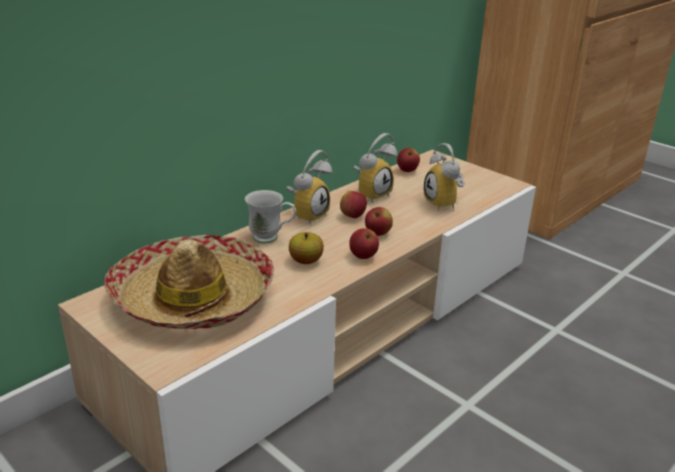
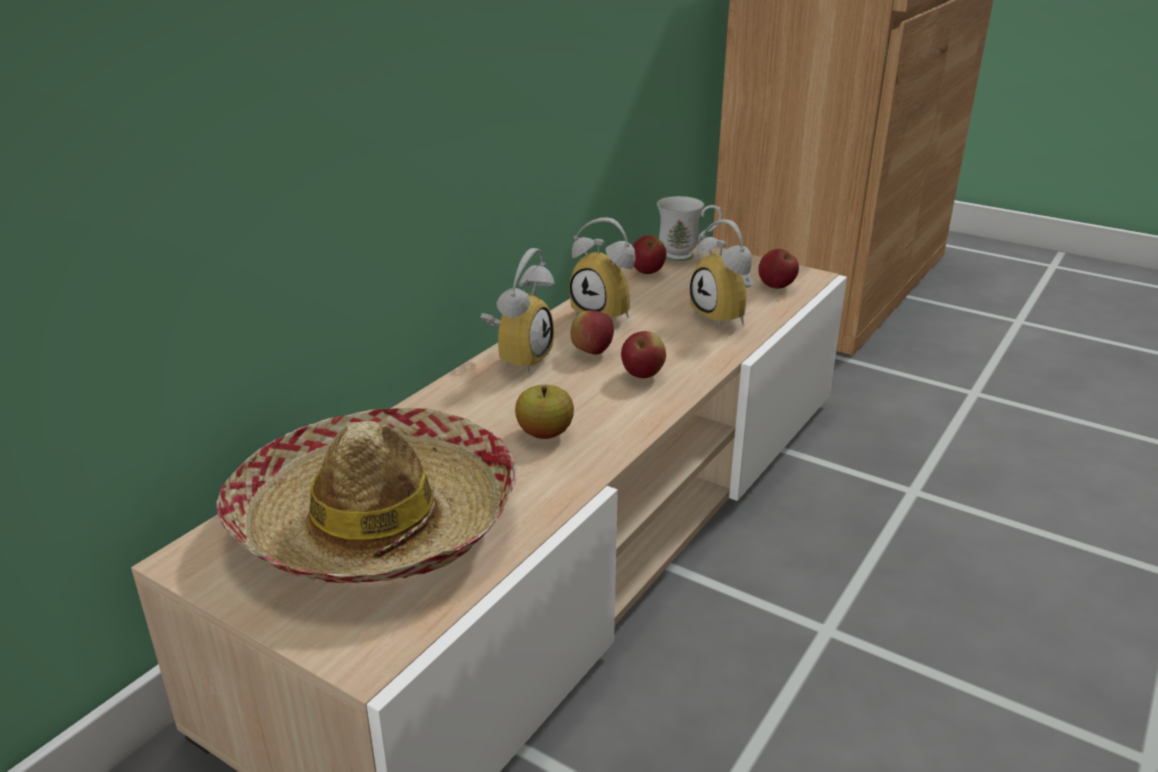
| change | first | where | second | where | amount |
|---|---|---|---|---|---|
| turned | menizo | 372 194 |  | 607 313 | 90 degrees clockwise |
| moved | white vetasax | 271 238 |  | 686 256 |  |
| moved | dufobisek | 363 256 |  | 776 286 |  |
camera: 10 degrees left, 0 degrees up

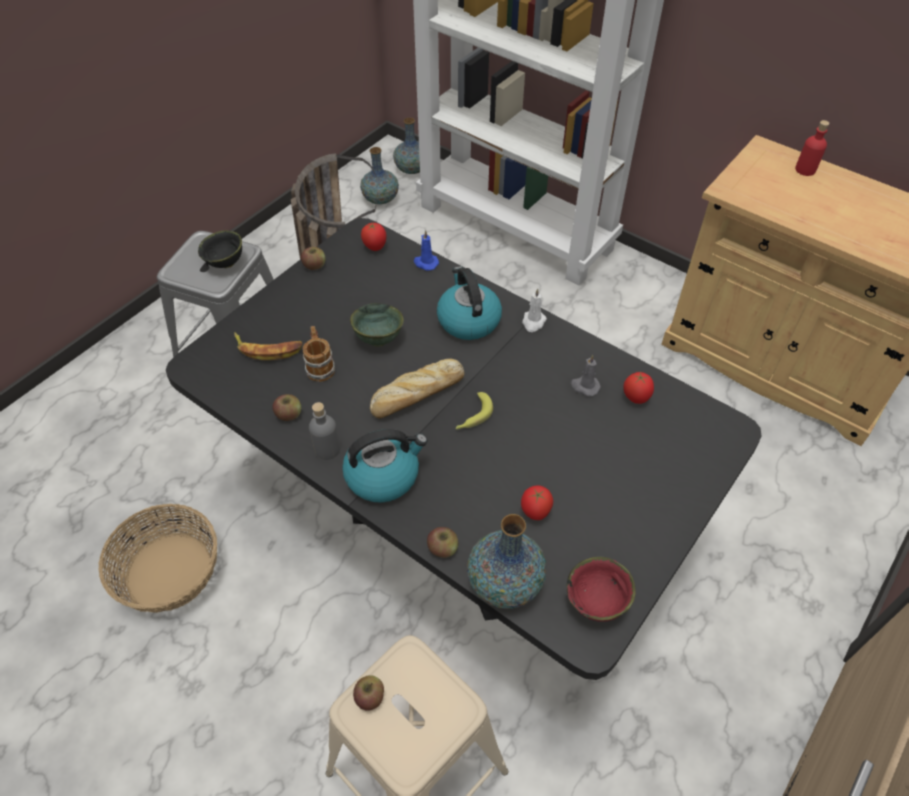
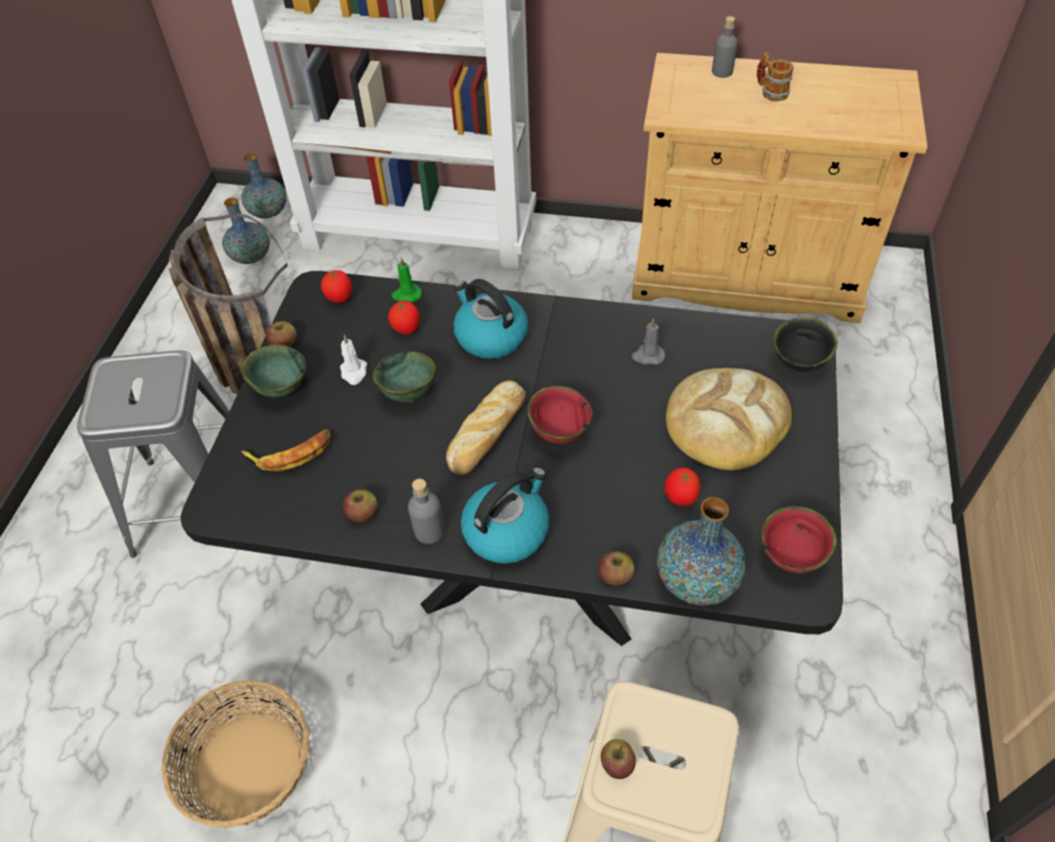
| change | first | where | second | where | amount |
|---|---|---|---|---|---|
| added |  |  | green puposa | 280 387 |  |
| moved | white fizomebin | 533 322 |  | 354 372 |  |
| moved | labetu | 636 398 |  | 407 330 |  |
| recoloured | blue fizomebin | 425 263 | green fizomebin | 406 295 |  |
| replaced | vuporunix | 473 416 | red puposa | 559 431 |  |
| added |  |  | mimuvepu | 726 422 |  |
| recoloured | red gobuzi | 805 170 | grey gobuzi | 722 72 |  |
| moved | vetasax | 320 366 |  | 770 91 |  |
| moved | black puposa | 226 264 |  | 800 363 |  |
camera: 25 degrees left, 0 degrees up

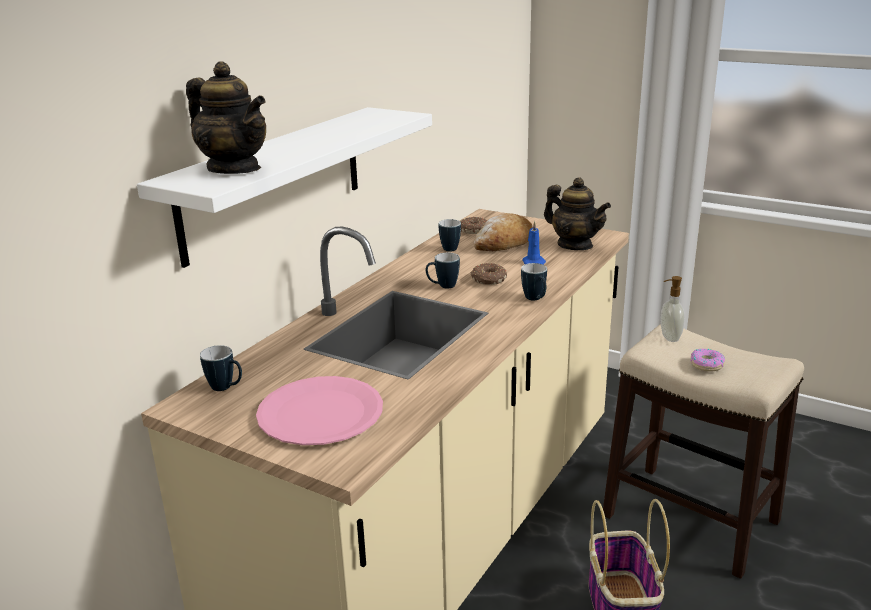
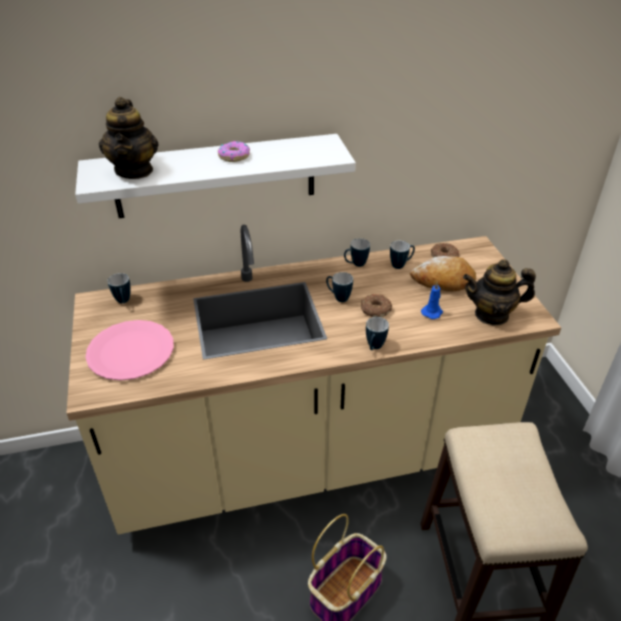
| change | first | where | second | where | amount |
|---|---|---|---|---|---|
| moved | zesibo | 706 364 |  | 234 156 |  |
| added |  |  | vetasax | 355 264 |  |
| turned | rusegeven | 575 245 |  | 492 314 | 90 degrees clockwise |
| removed | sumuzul | 669 337 |  |  |  |
camera: 45 degrees right, 15 degrees up

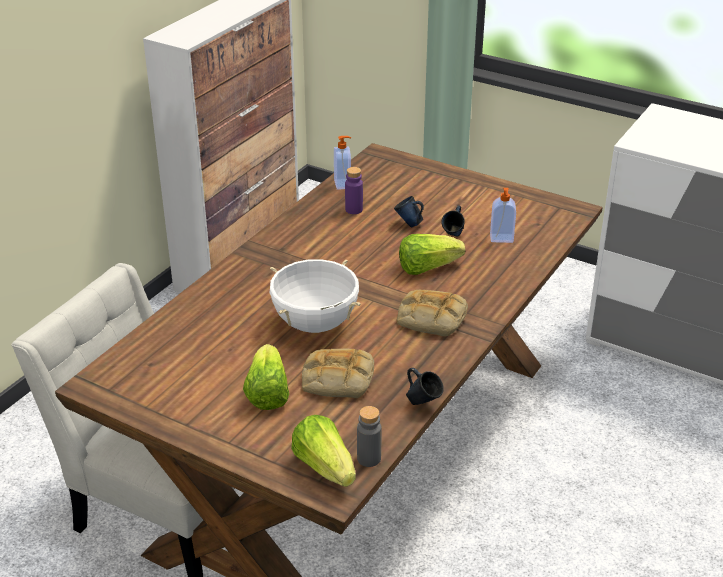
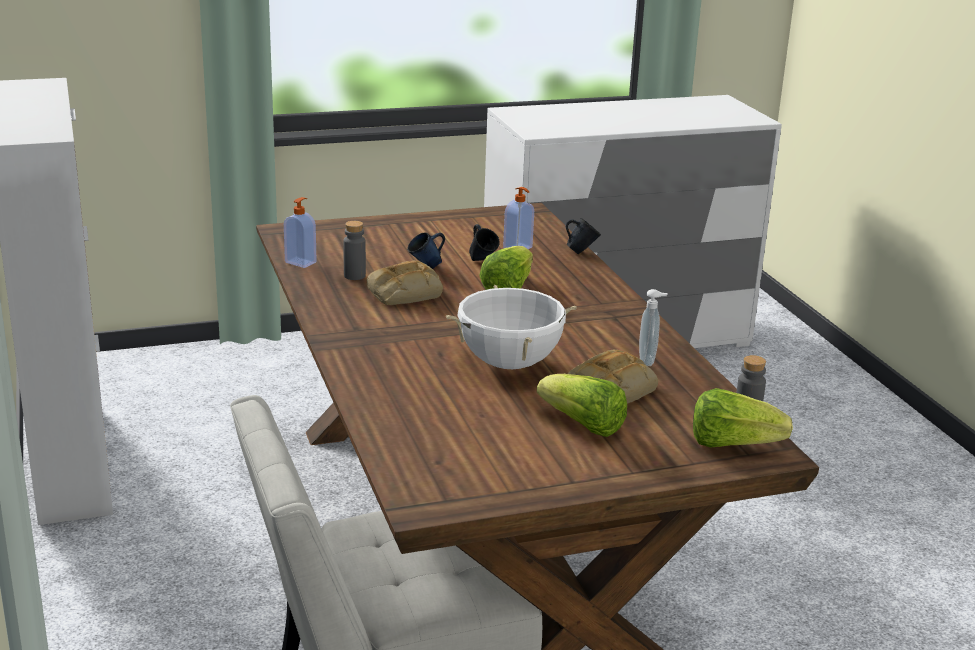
| change | first | where | second | where | amount |
|---|---|---|---|---|---|
| recoloured | purple gobuzi | 354 210 | grey gobuzi | 354 276 |  |
| moved | mimuvepu | 430 318 |  | 404 293 |  |
| moved | blue vetasax | 423 403 |  | 581 252 |  |
| added |  |  | sumuzul | 648 361 |  |
camera: 50 degrees left, 10 degrees down

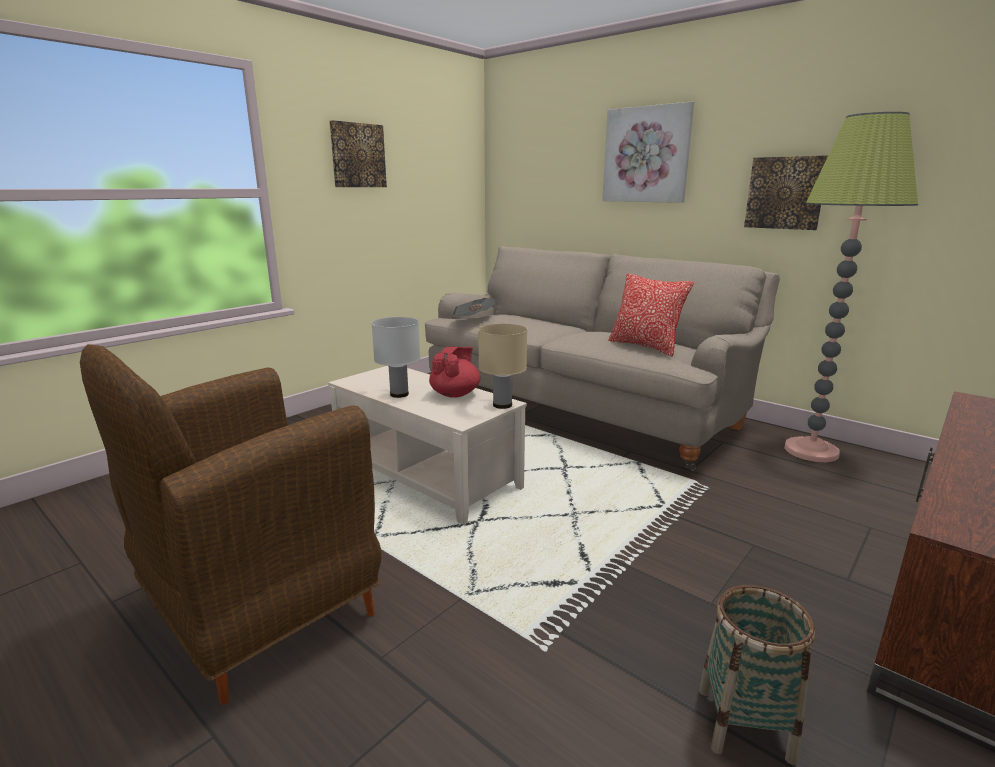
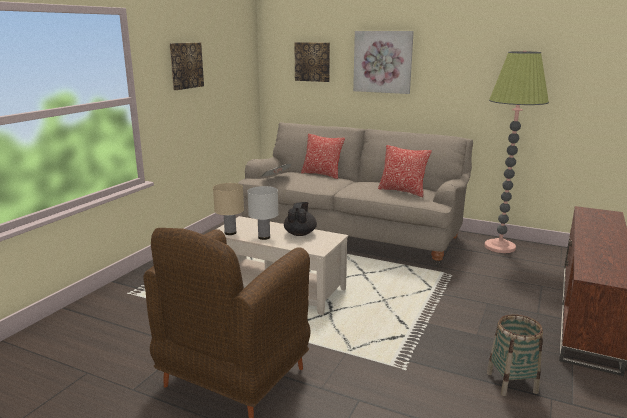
| change | first | where | second | where | amount |
|---|---|---|---|---|---|
| moved | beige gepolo | 502 405 |  | 230 232 |  |
| recoloured | red rusegeven | 455 394 | black rusegeven | 300 233 |  |
| moved | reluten | 785 193 |  | 312 62 |  |
| added |  |  | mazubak | 322 174 |  |
camera: 15 degrees left, 0 degrees up

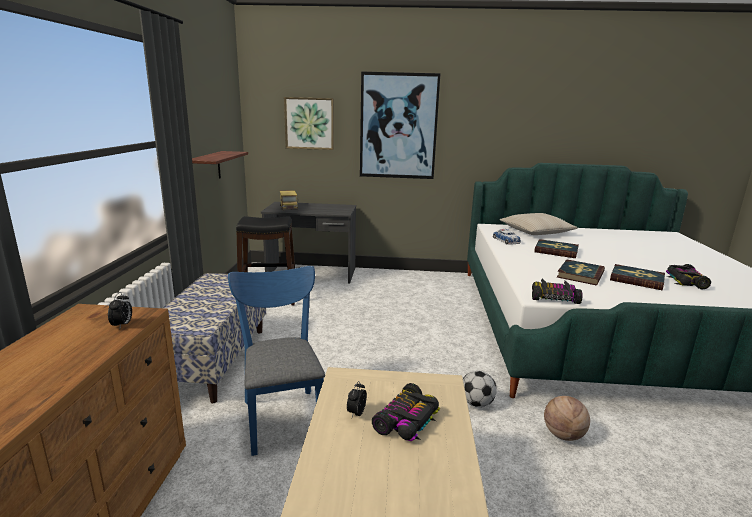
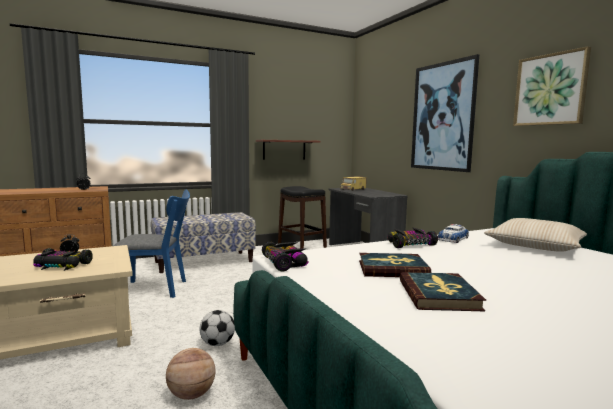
| change | first | where | second | where | amount |
|---|---|---|---|---|---|
| turned | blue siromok | 282 414 |  | 157 289 | 45 degrees clockwise |
| moved | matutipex | 685 281 |  | 410 244 |  |
| moved | reluten | 309 123 |  | 550 90 |  |
| removed | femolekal | 556 251 |  |  |  |
camera: 60 degrees right, 10 degrees down

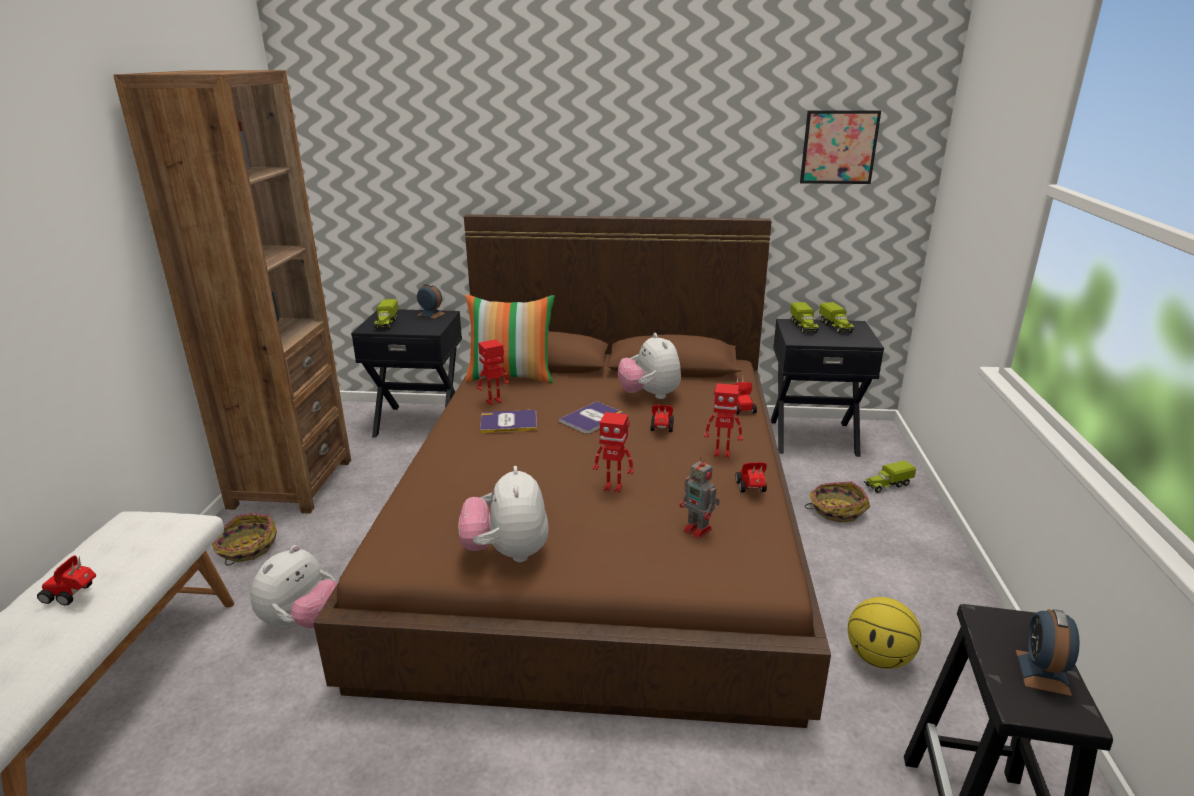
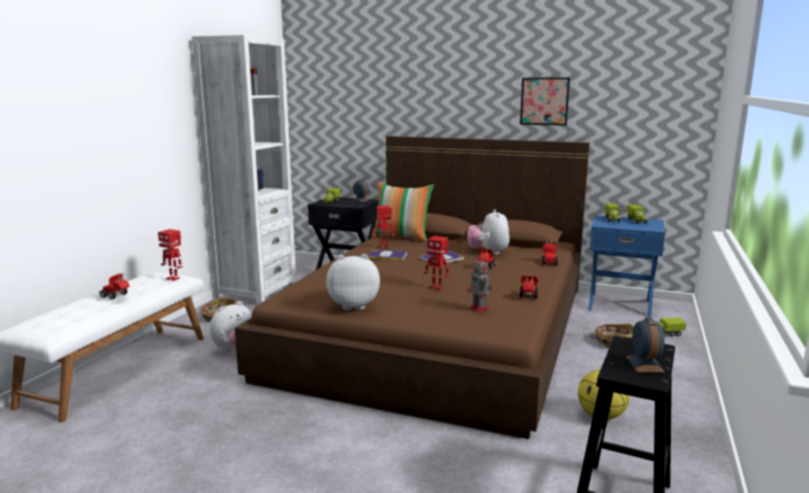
| change | first | where | second | where | amount |
|---|---|---|---|---|---|
| moved | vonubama | 722 453 |  | 173 278 |  |
| recoloured | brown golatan | 291 483 | white golatan | 256 292 |  |
| turned | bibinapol | 507 553 |  | 353 305 | 75 degrees clockwise |
| moved | reluten | 839 147 |  | 544 101 |  |
| recoloured | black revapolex | 813 436 | blue revapolex | 620 304 |  |
| turned | menizo | 1042 672 |  | 645 364 | 150 degrees clockwise |
camera: 15 degrees right, 10 degrees down

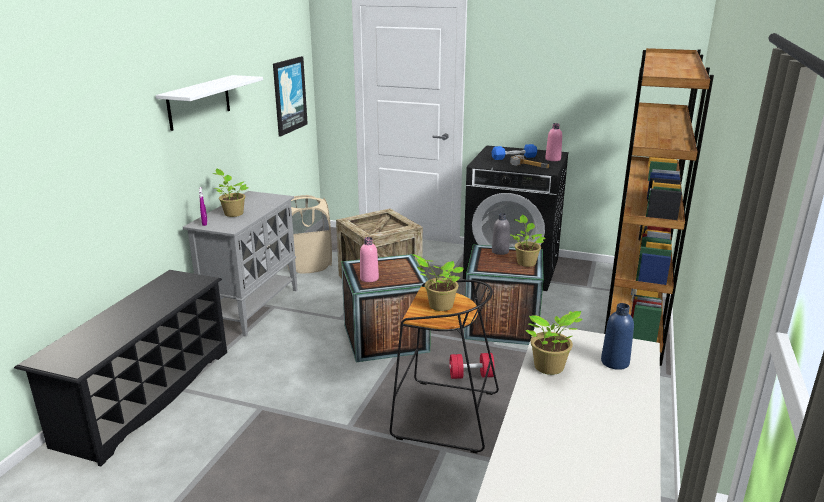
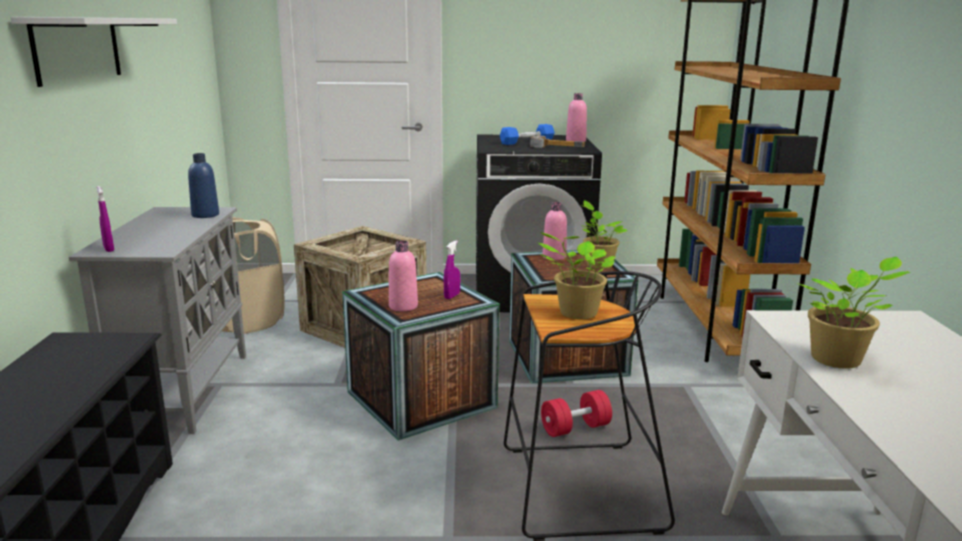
| change | first | where | second | where | amount |
|---|---|---|---|---|---|
| moved | blue gobuzi | 615 362 |  | 205 215 |  |
| added |  |  | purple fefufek | 452 296 |  |
| recoloured | grey gobuzi | 500 251 | pink gobuzi | 554 257 |  |
| removed | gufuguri | 233 213 |  |  |  |
| removed | reluten | 289 95 |  |  |  |
camera: 20 degrees left, 5 degrees down

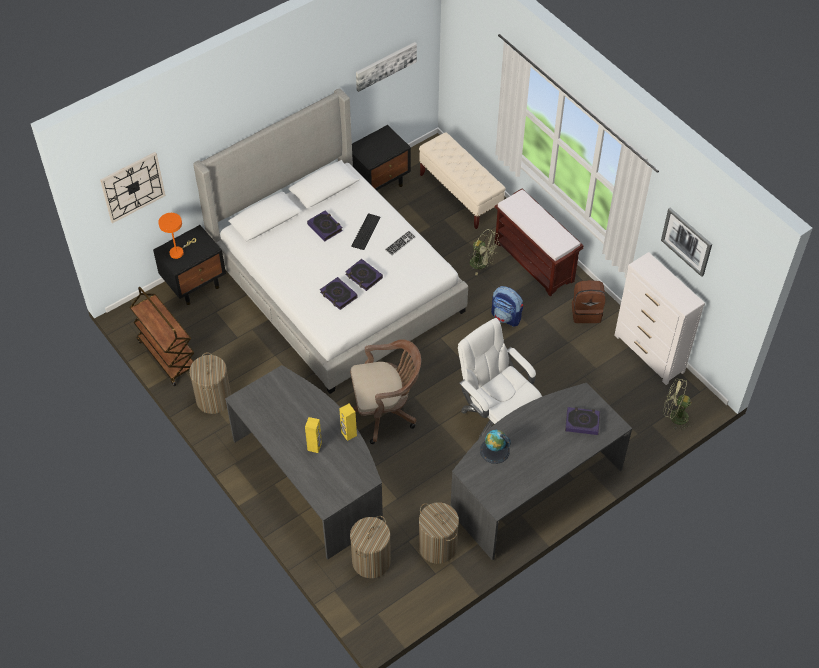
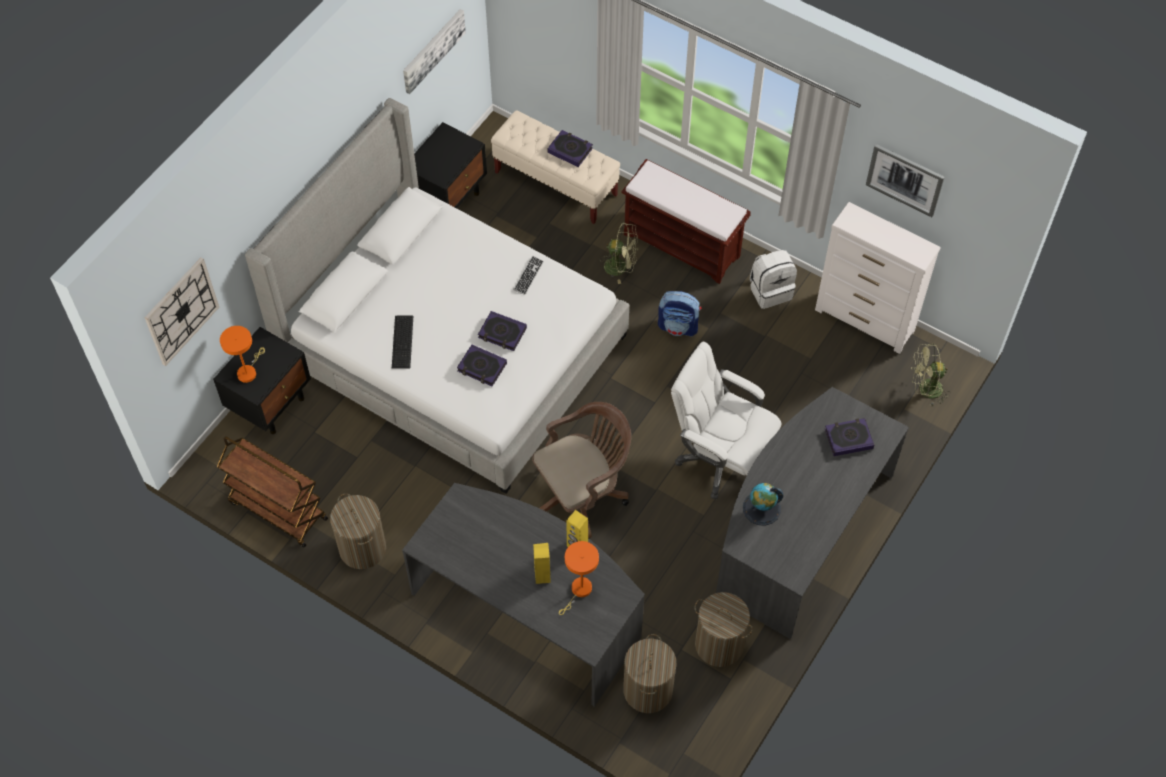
| change | first | where | second | where | amount |
|---|---|---|---|---|---|
| moved | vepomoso | 366 231 |  | 403 341 |  |
| moved | femolekal | 325 227 |  | 570 150 |  |
| added |  |  | orange gepolo | 579 591 |  |
| recoloured | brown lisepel | 586 312 | white lisepel | 770 291 |  |
camera: 20 degrees left, 5 degrees up

